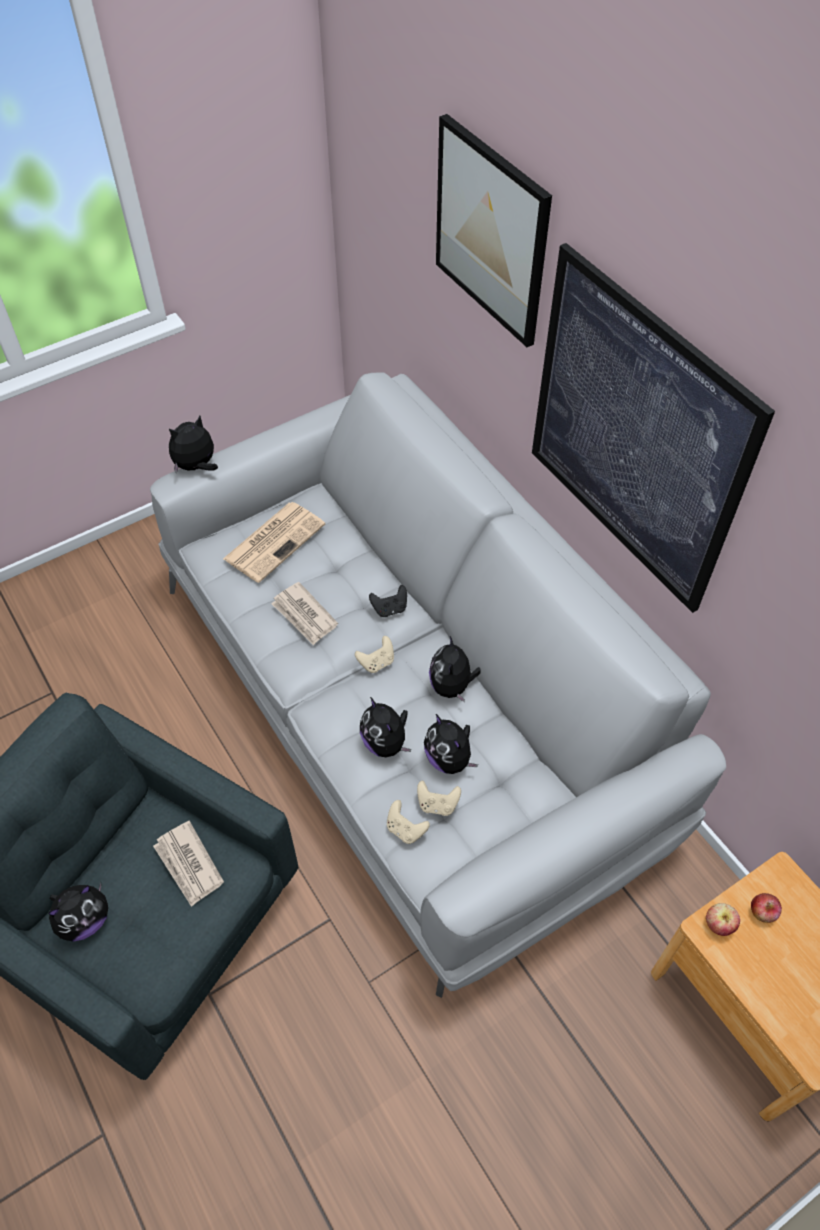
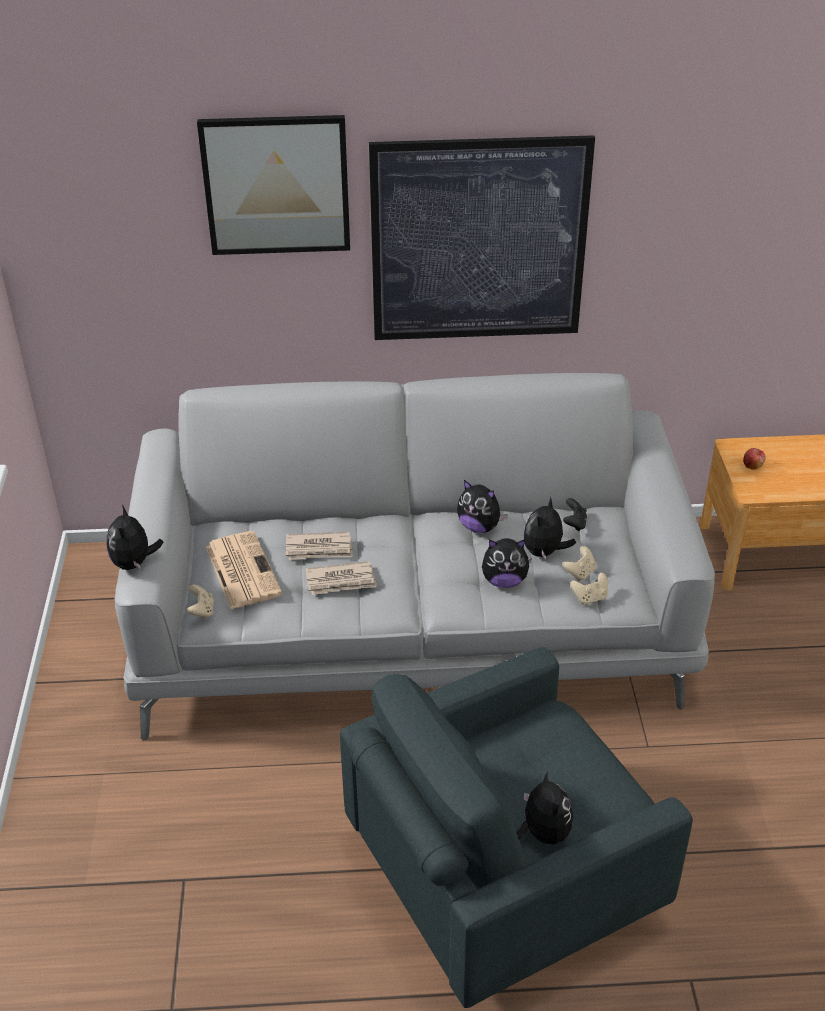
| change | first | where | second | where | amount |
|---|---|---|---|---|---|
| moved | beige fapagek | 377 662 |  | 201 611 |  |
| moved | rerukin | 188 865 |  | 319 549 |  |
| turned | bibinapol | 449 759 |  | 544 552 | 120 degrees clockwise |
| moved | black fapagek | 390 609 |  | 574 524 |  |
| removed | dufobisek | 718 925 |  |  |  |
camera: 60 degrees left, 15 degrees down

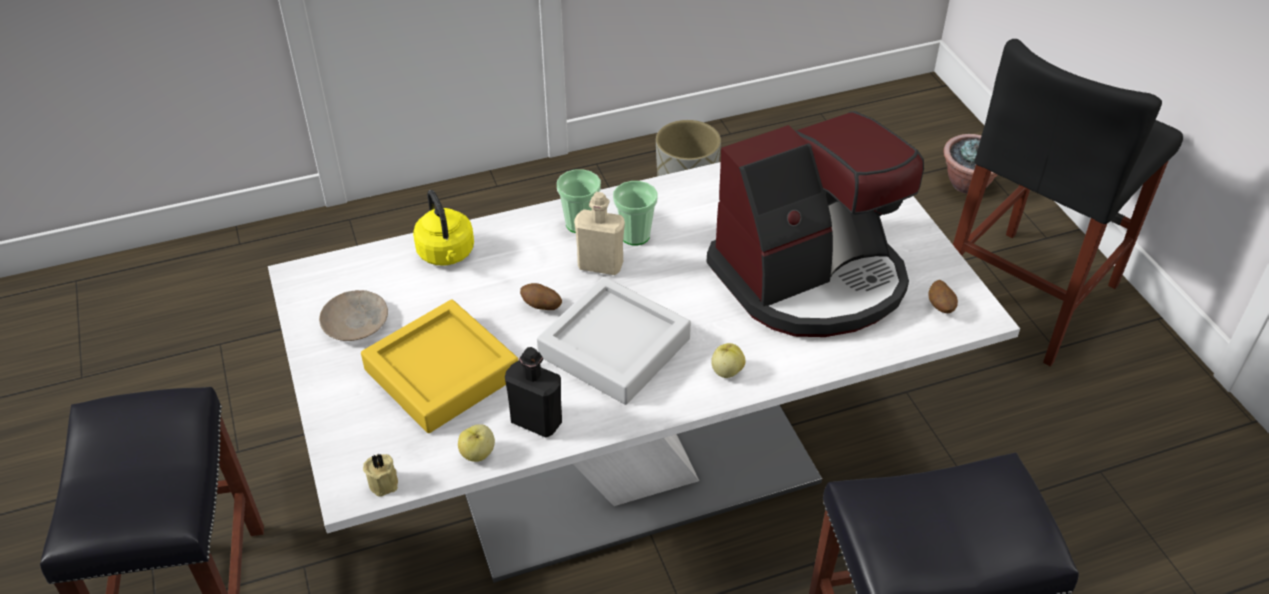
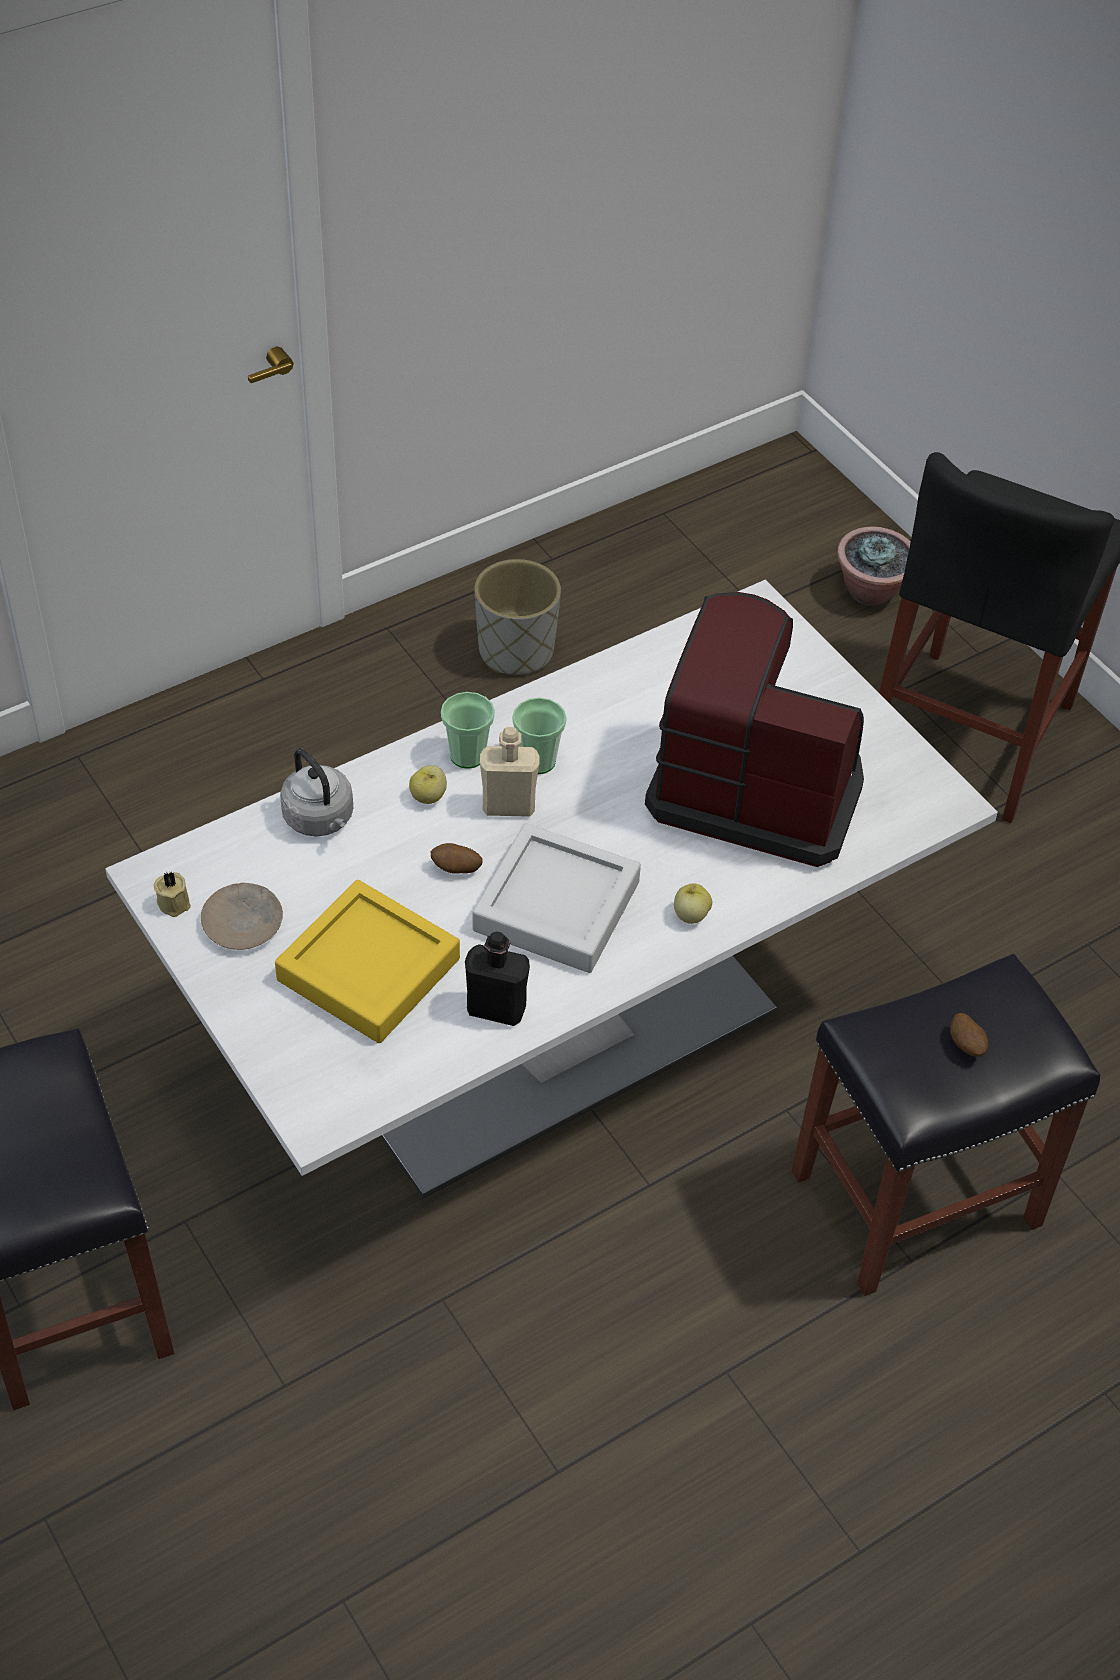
| change | first | where | second | where | amount |
|---|---|---|---|---|---|
| moved | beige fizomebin | 384 482 |  | 174 902 |  |
| recoloured | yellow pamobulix | 447 254 | grey pamobulix | 320 819 |  |
| moved | dufobisek | 478 454 |  | 428 797 |  |
| turned | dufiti | 811 279 |  | 756 786 | 120 degrees counterclockwise |
| moved | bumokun | 940 307 |  | 966 1045 |  |
camera: 15 degrees left, 5 degrees up

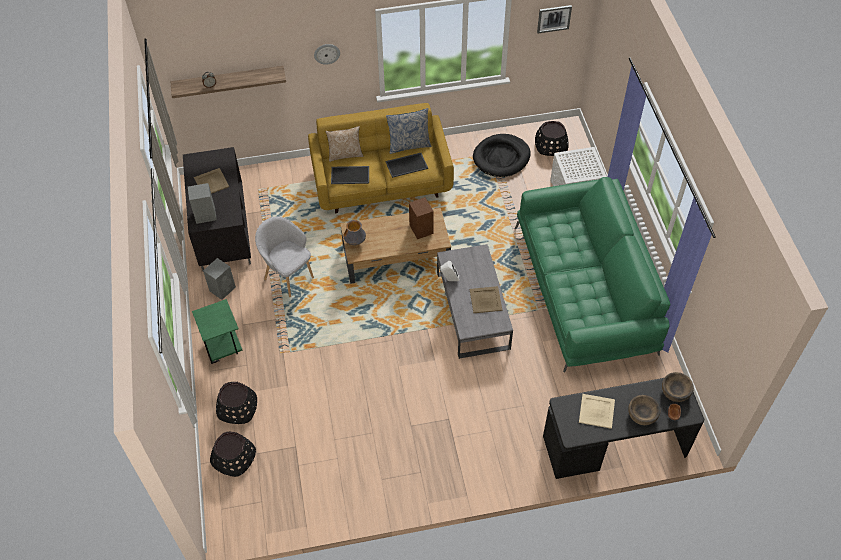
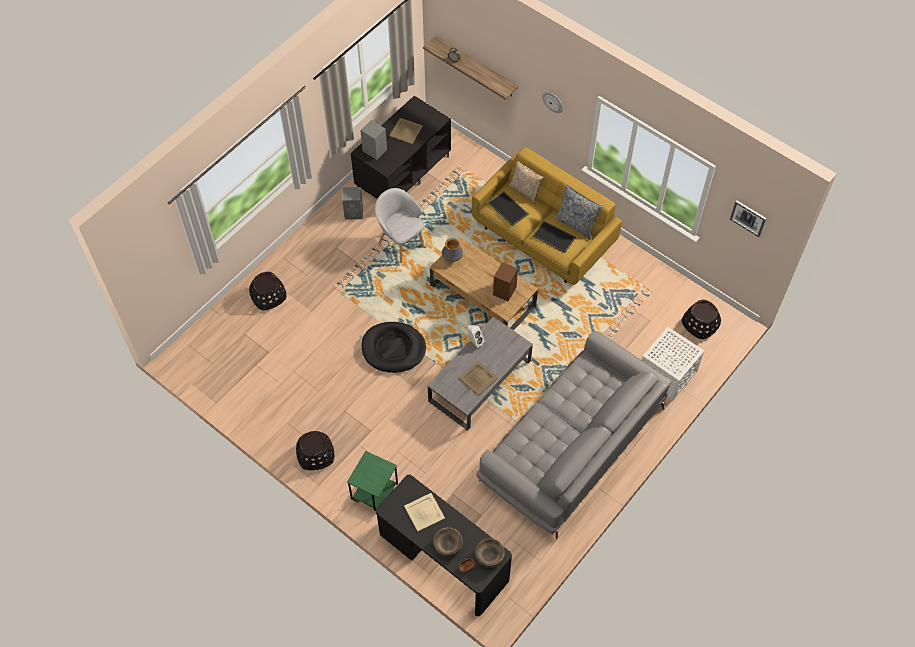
| change | first | where | second | where | amount |
|---|---|---|---|---|---|
| moved | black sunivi | 234 458 |  | 315 454 |  |
| moved | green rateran | 223 348 |  | 374 494 |  |
| moved | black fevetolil | 501 157 |  | 393 349 |  |
| turned | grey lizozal | 288 276 |  | 400 243 | 45 degrees counterclockwise |
| recoloured | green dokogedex | 584 290 | grey dokogedex | 571 445 |  |
camera: 50 degrees right, 5 degrees up

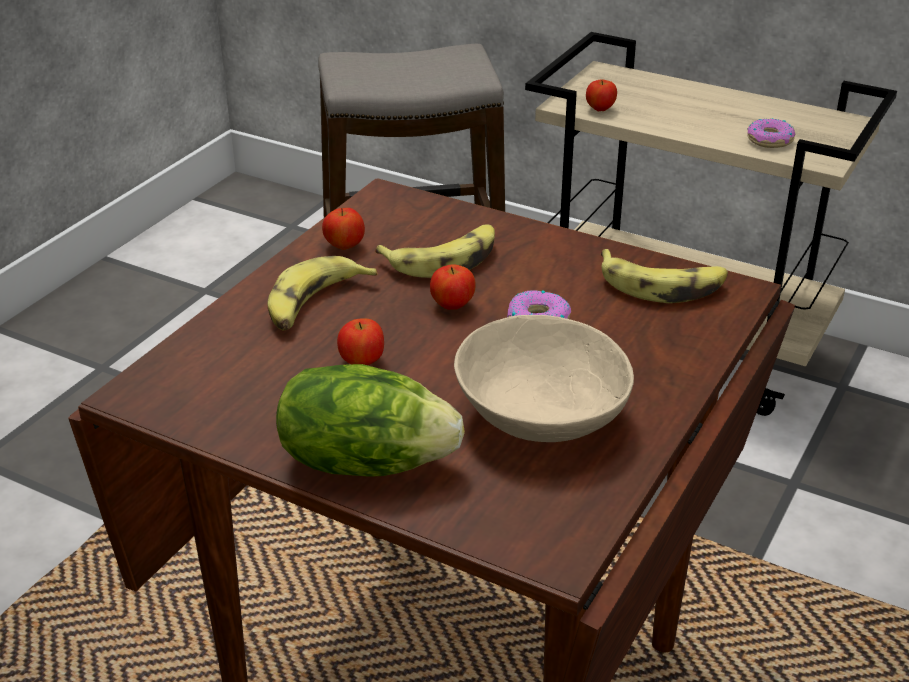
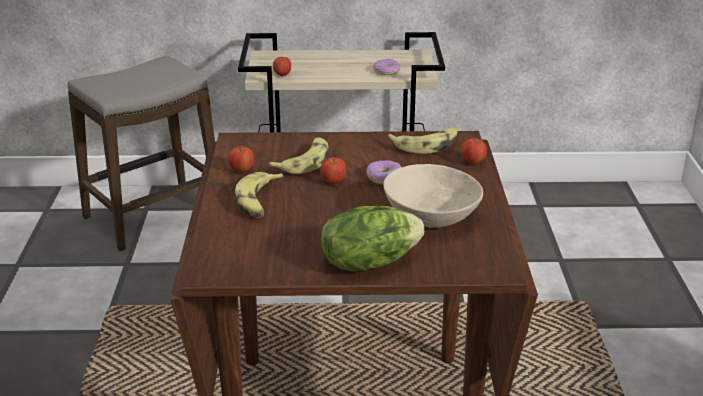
| change | first | where | second | where | amount |
|---|---|---|---|---|---|
| moved | dufobisek | 362 362 |  | 473 162 |  |
camera: 30 degrees left, 5 degrees down

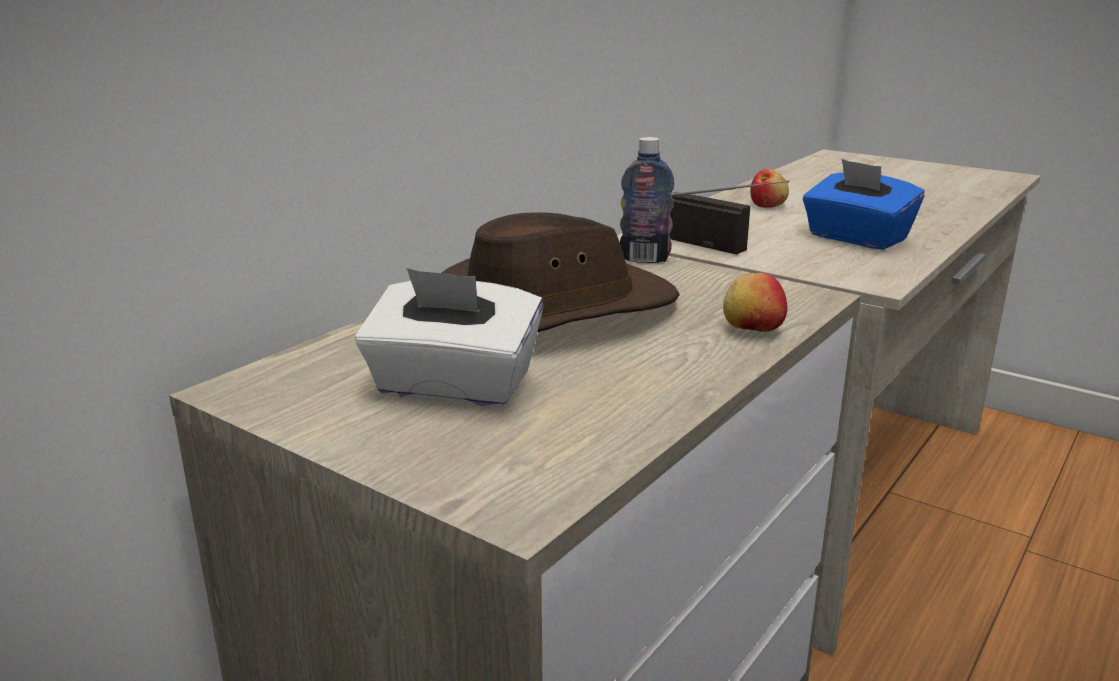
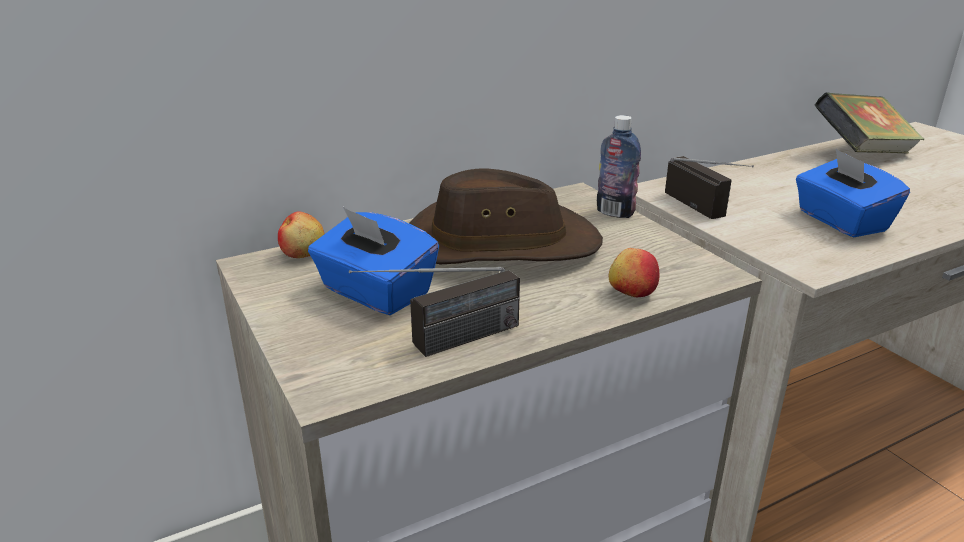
| change | first | where | second | where | amount |
|---|---|---|---|---|---|
| moved | dufobisek | 768 205 |  | 304 253 |  |
| recoloured | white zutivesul | 453 387 | blue zutivesul | 375 292 |  |
| added |  |  | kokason | 442 345 |  |
| added |  |  | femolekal | 861 153 |  |
camera: 25 degrees right, 5 degrees up

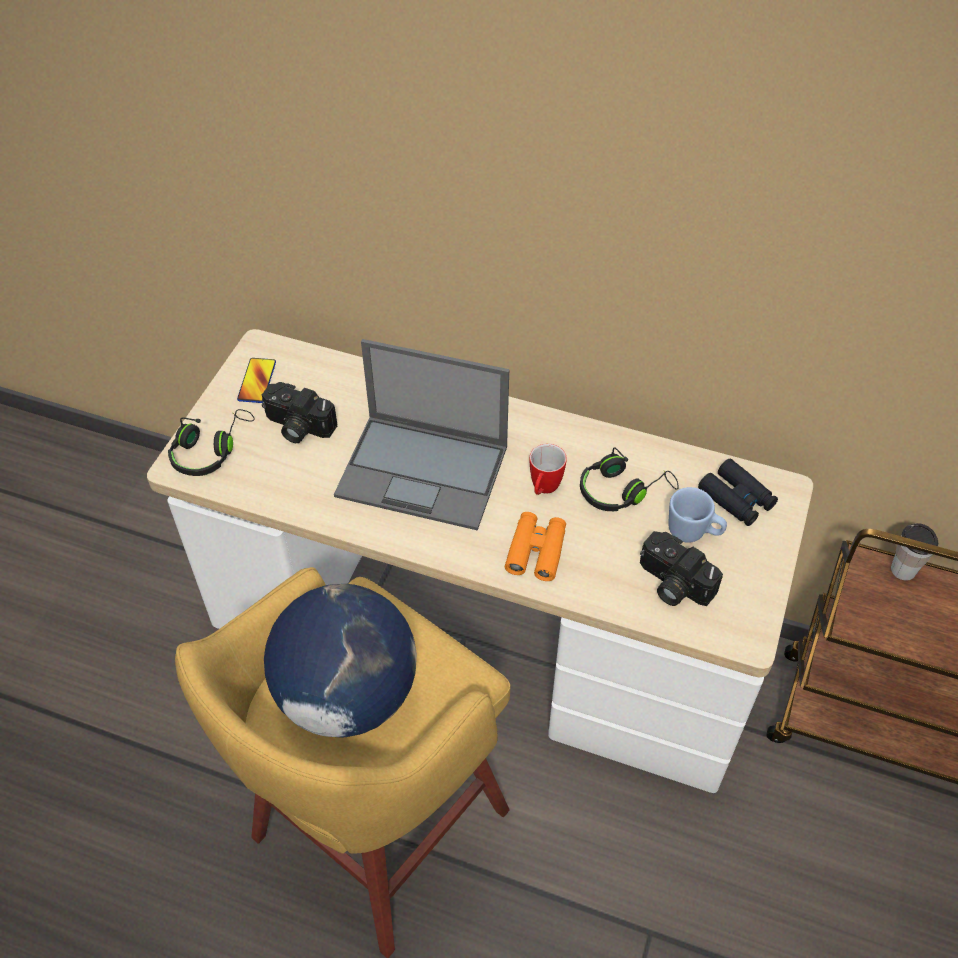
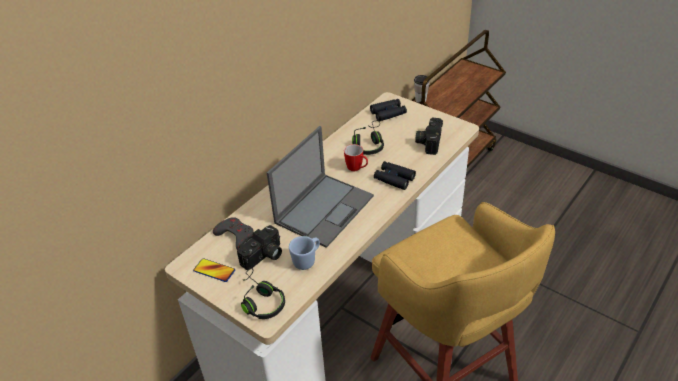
| change | first | where | second | where | amount |
|---|---|---|---|---|---|
| added |  |  | grey fapagek | 235 236 |  |
| moved | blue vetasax | 693 533 |  | 307 260 |  |
| recoloured | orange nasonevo | 536 551 | black nasonevo | 394 179 |  |
| turned | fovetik | 672 584 |  | 428 142 | 135 degrees clockwise |
| removed | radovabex | 347 694 |  |  |  |
camera: 70 degrees left, 10 degrees down

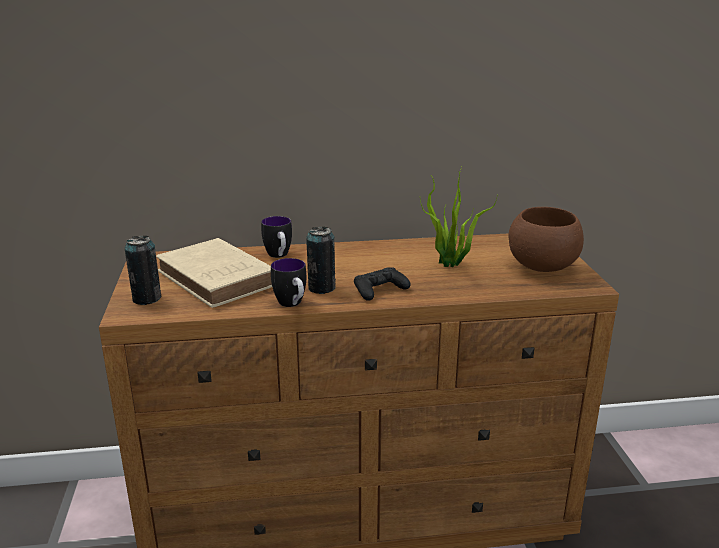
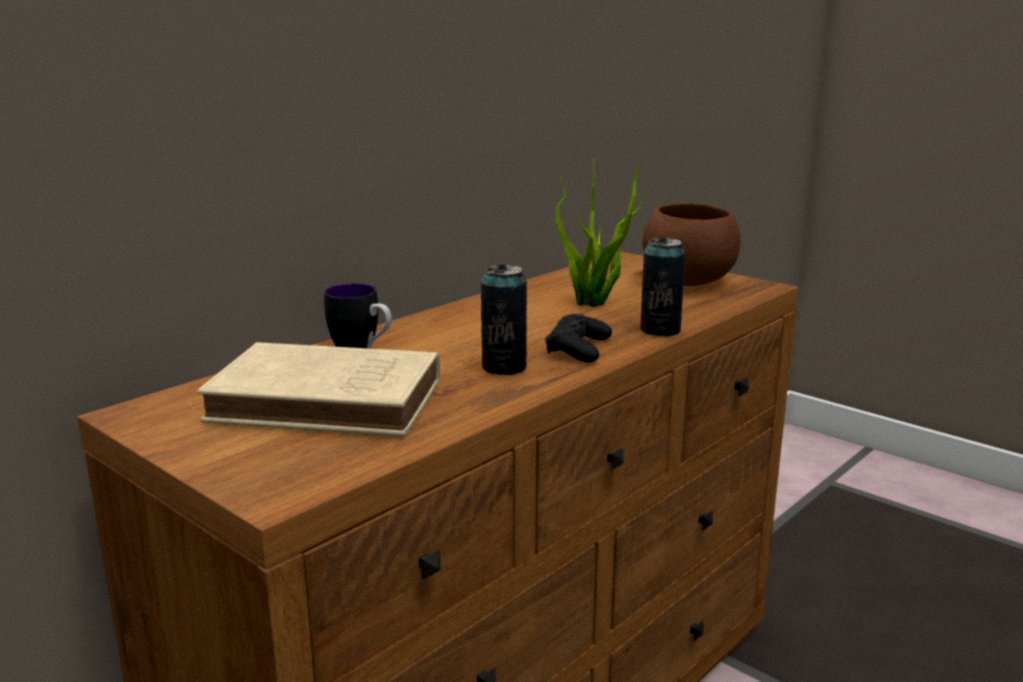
| change | first | where | second | where | amount |
|---|---|---|---|---|---|
| moved | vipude | 147 298 |  | 660 330 |  |
| removed | vetasax | 292 305 |  |  |  |
camera: 40 degrees left, 5 degrees down

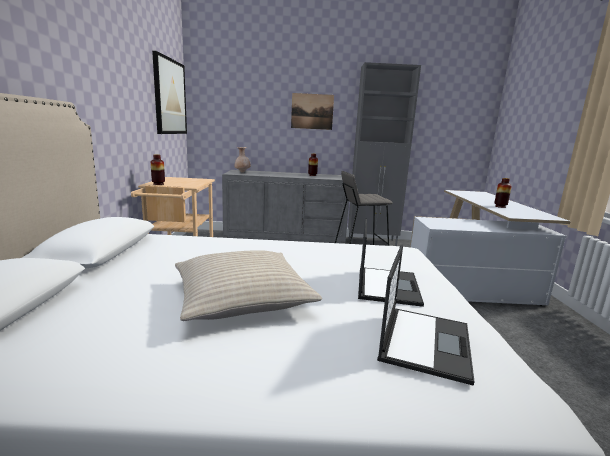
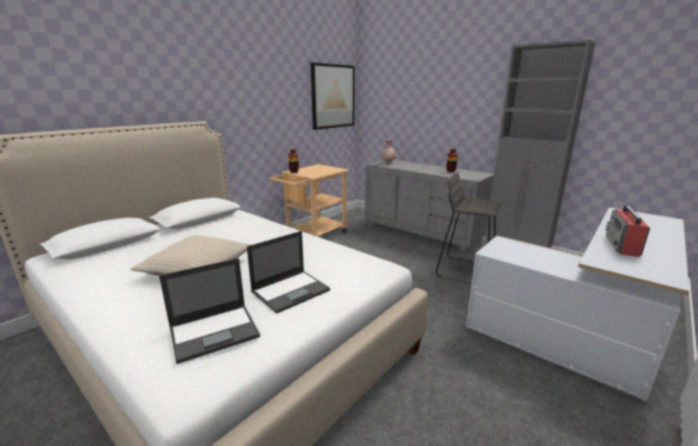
| change | first | where | second | where | amount |
|---|---|---|---|---|---|
| replaced | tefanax | 500 206 | kokason | 622 246 |  |
| removed | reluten | 312 111 |  |  |  |
camera: 40 degrees right, 5 degrees up

